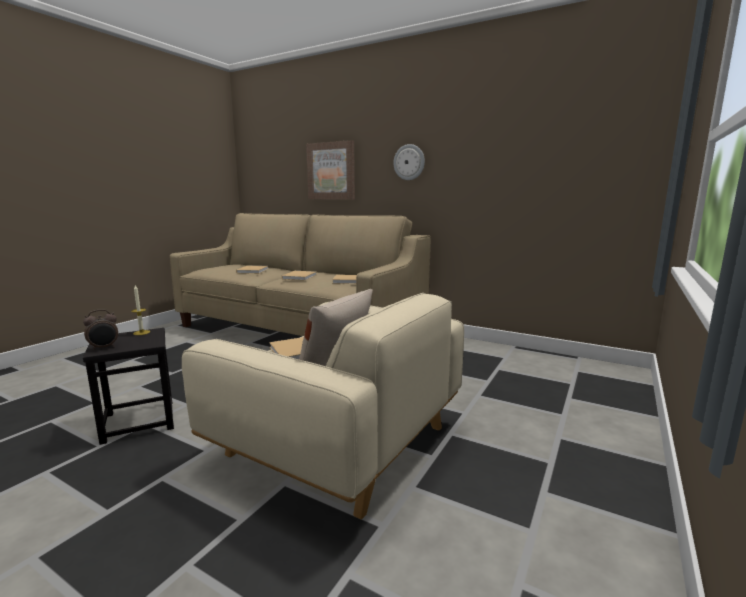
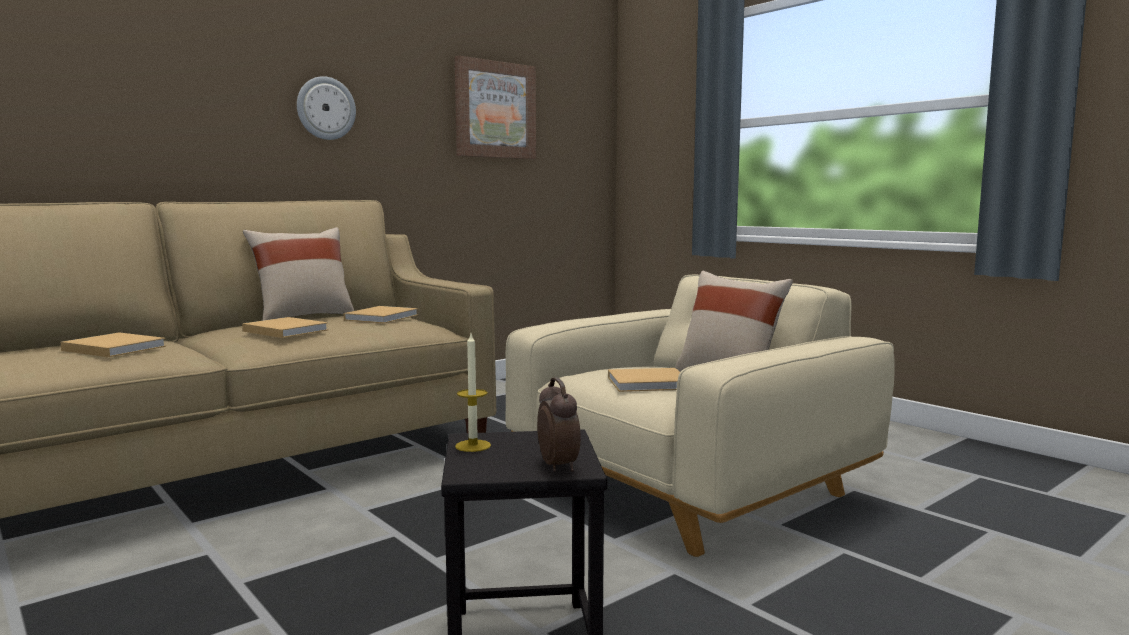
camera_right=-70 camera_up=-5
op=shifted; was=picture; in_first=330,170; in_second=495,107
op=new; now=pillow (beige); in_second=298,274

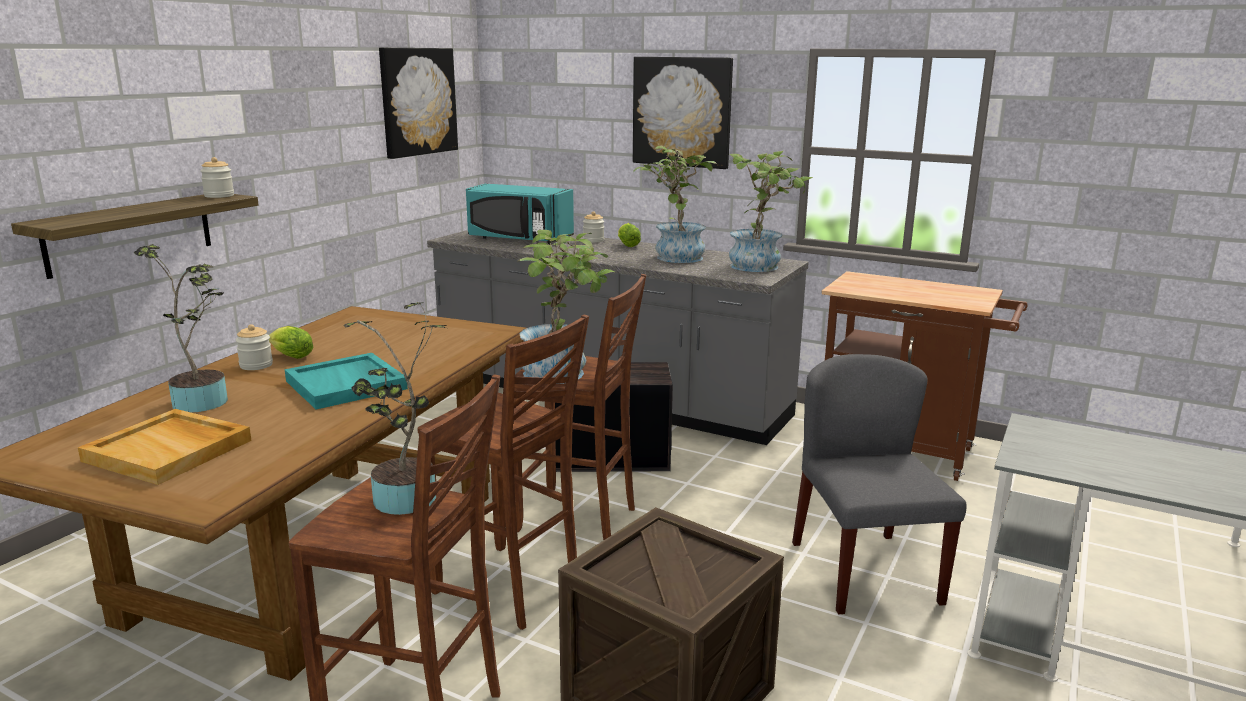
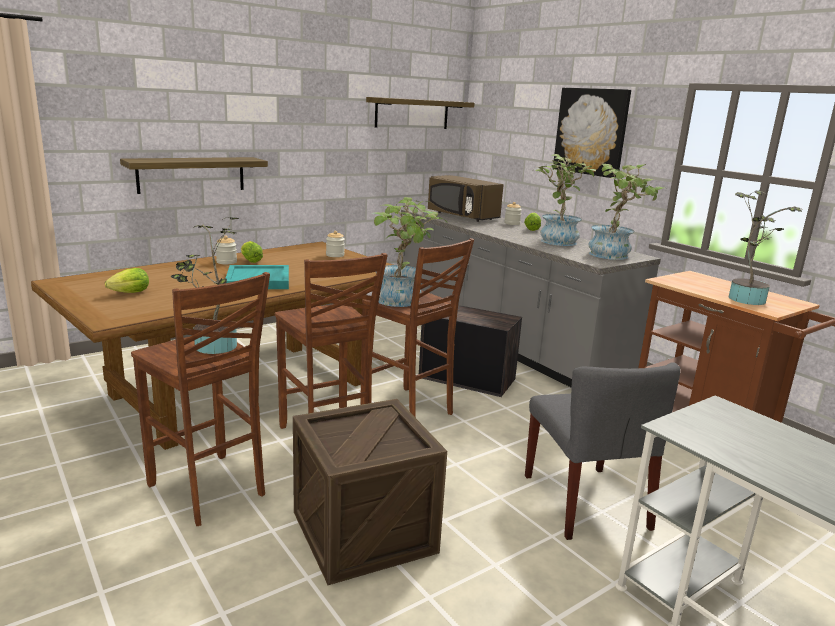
camera_right=25 camera_up=0
op=swapped; was=tray (beige); now=lettuce; in_first=165,447; in_second=127,280
op=shifted; was=potted plant; in_first=181,328; in_second=765,247
op=shifted; was=jar; in_first=217,177; in_second=335,244
op=swapped; was=picture; now=shelf; in_first=418,103; in_second=420,113
op=repainted; was=microwave (turquoise); now=microwave (brown); in_first=520,214; in_second=466,198
op=rotated; was=chair (grey); in_first=879,484; in_second=603,451; clockwise=150

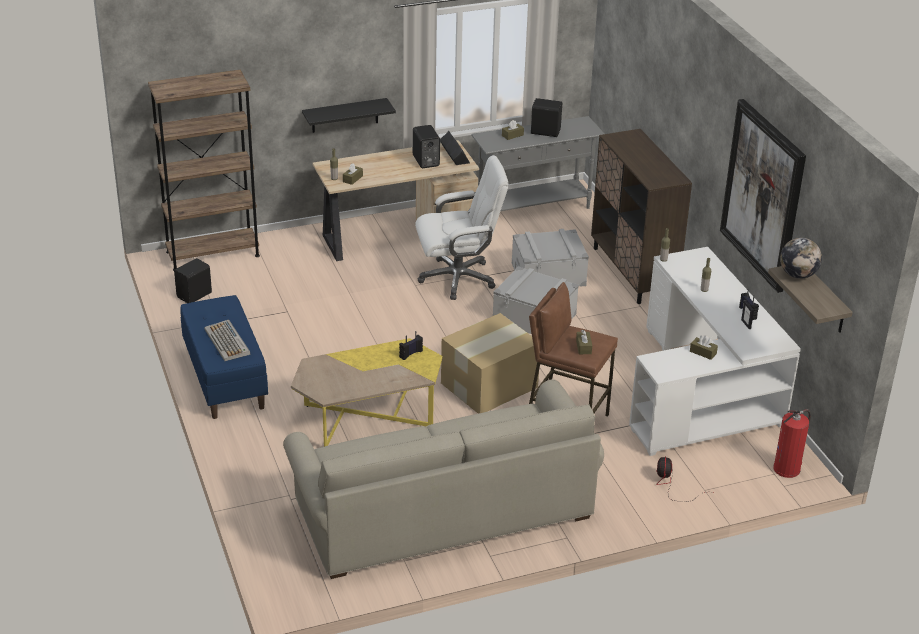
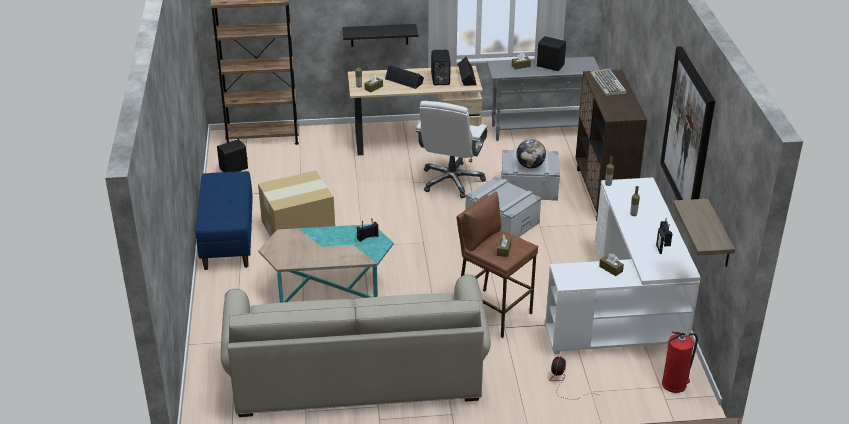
camera_right=15 camera_up=0
op=shifted; was=keyboard; in_first=227,340; in_second=608,82
op=repainted; was=coffee table (yellow); now=coffee table (turquoise); in_first=367,392; in_second=326,263
op=rotated; was=office chair (white); in_first=462,227; in_second=451,149; clockwise=105
op=shifted; was=cardboard box; in_first=490,363; in_second=296,203
op=shifted; was=globe; in_first=801,258; in_second=531,154
op=new; now=speaker (black); in_second=404,76

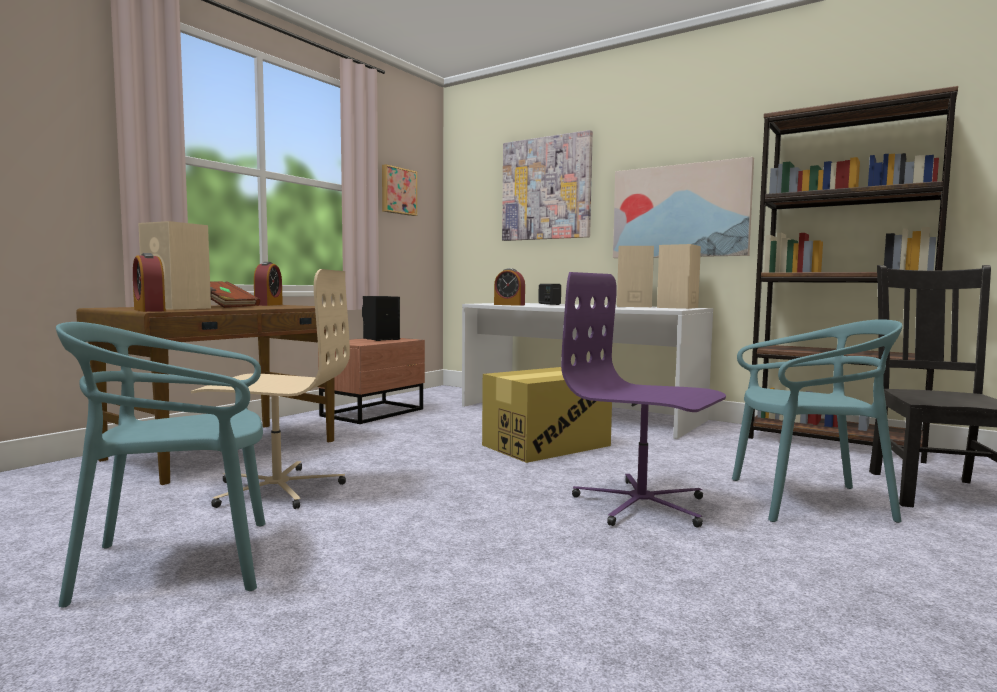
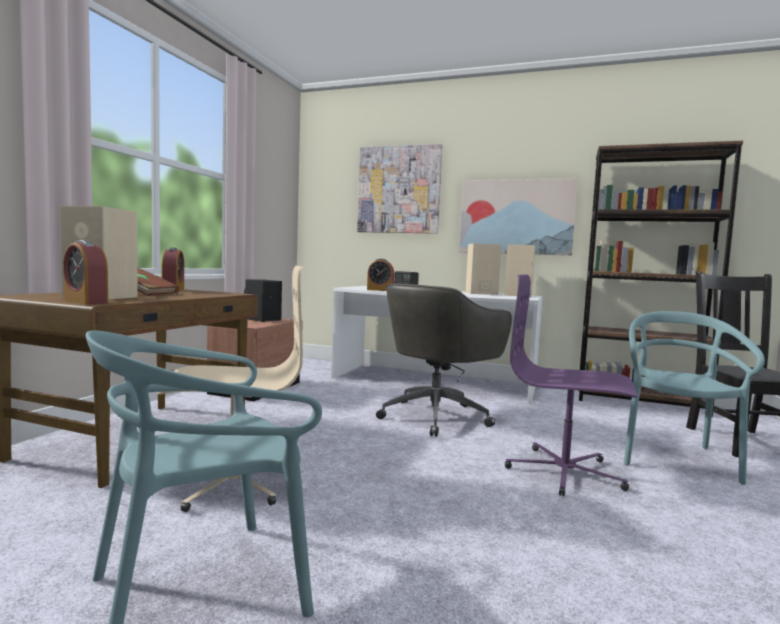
camera_right=-15 camera_up=0
op=gone; was=picture; in_first=399,190
op=swapped; was=cardboard box; now=office chair (grey); in_first=547,415; in_second=444,360
op=rotated; was=chair (turquoise); in_first=817,421; in_second=694,398; clockwise=-60

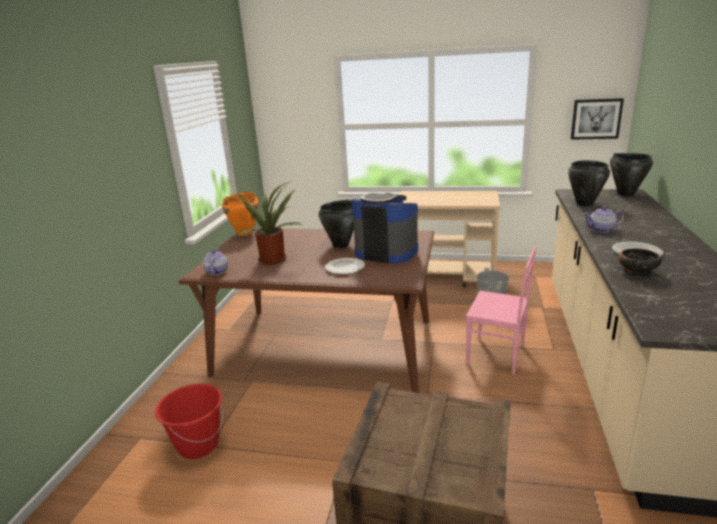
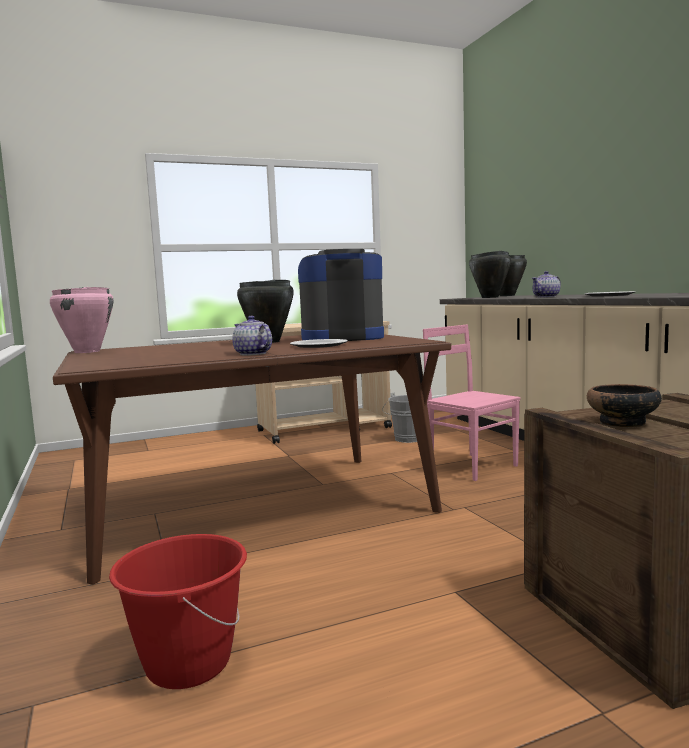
camera_right=-35 camera_up=-15
op=shifted; was=teapot; in_first=215,262; in_second=252,335
op=repainted; was=cooking pot (orange); now=cooking pot (pink); in_first=240,214; in_second=82,320
op=gone; was=potted plant; in_first=263,223
op=rotated; was=chair (pink); in_first=501,310; in_second=472,402; clockwise=-120
op=gone; was=picture; in_first=597,119
op=shifted; was=bowl; in_first=640,262; in_second=624,405

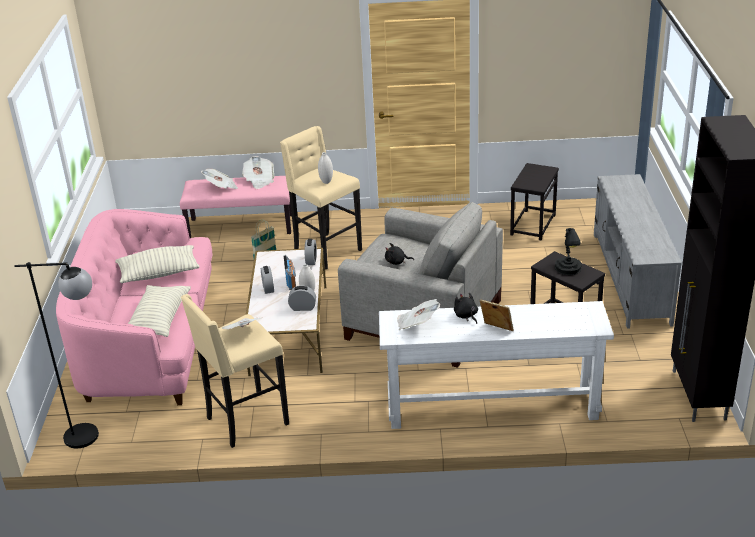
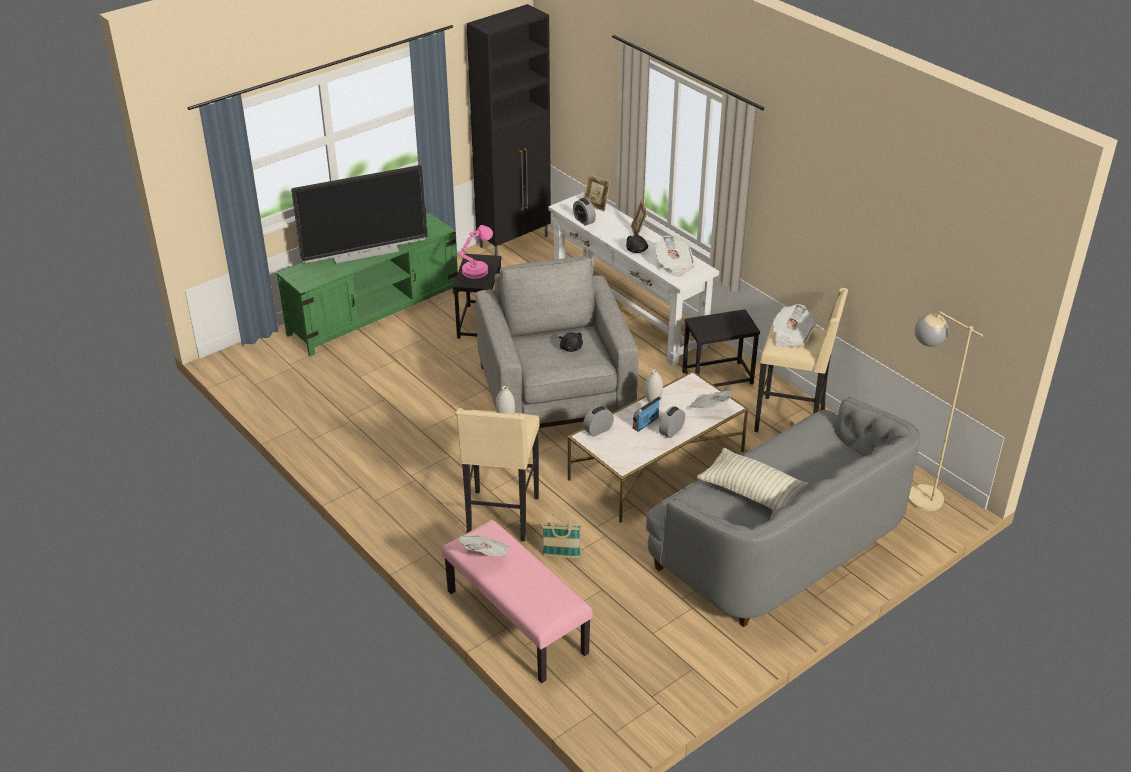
camera_right=-130 camera_up=5
op=repainted; was=floor lamp (black); now=floor lamp (beige); in_first=56,355; in_second=945,411
op=repainted; was=sofa (pink); now=sofa (grey); in_first=134,307; in_second=783,512
op=gone; was=pillow; in_first=159,311
op=shifted; was=newspaper; in_first=219,179; in_second=711,399
op=shifted; was=alarm clock; in_first=302,298; in_second=584,212
op=shifted; was=side table (black); in_first=534,201; in_second=721,348
op=repainted; was=table lamp (black); now=table lamp (pink); in_first=568,251; in_second=476,252
op=repainted; was=tv stand (grey); now=tv stand (green); in_first=638,251; in_second=367,285
op=new; now=television; in_second=359,214
op=new; now=picture frame; in_second=597,193

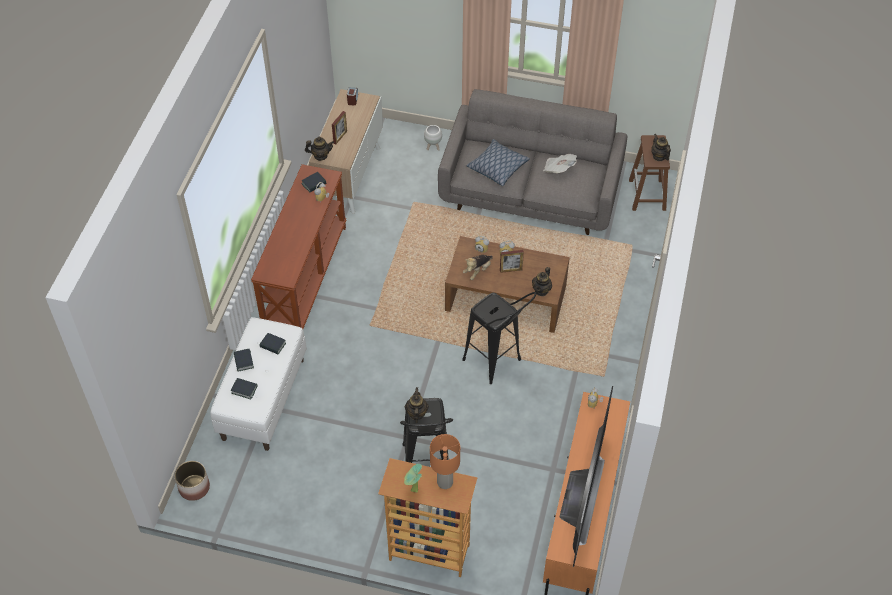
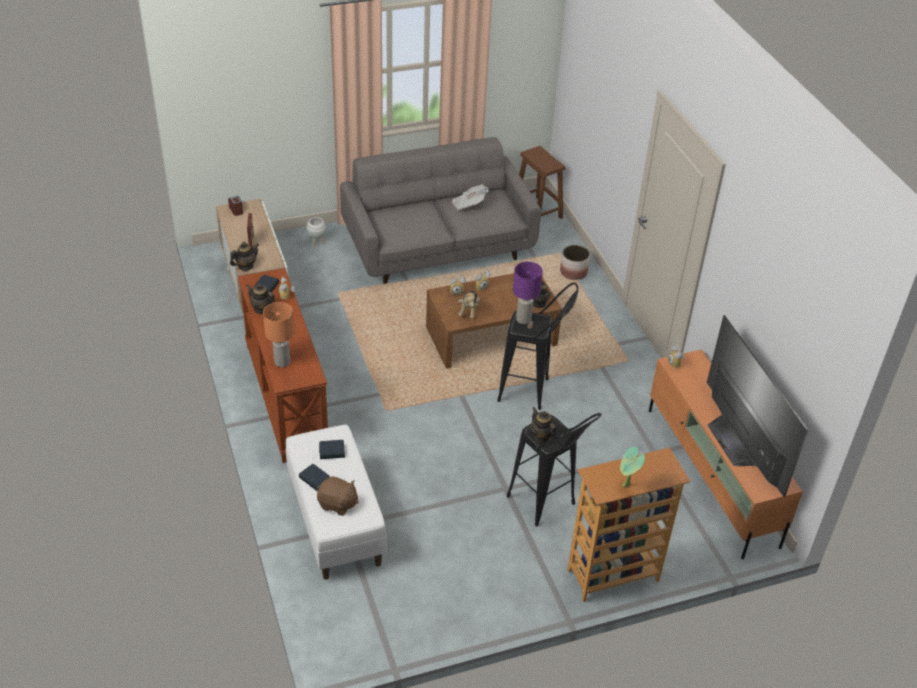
camera_right=-35 camera_up=-10
op=shifted; was=planter; in_first=192,481; in_second=575,262
op=swapped; was=book; now=plush toy (brown); in_first=244,389; in_second=338,496
op=shifted; was=table lamp (orange); in_first=445,461; in_second=279,334
op=gone; was=pillow; in_first=498,162
op=gone; was=picture frame; in_first=512,261
op=shifted; was=teapot; in_first=661,147; in_second=261,299
op=new; now=table lamp (purple); in_second=528,293

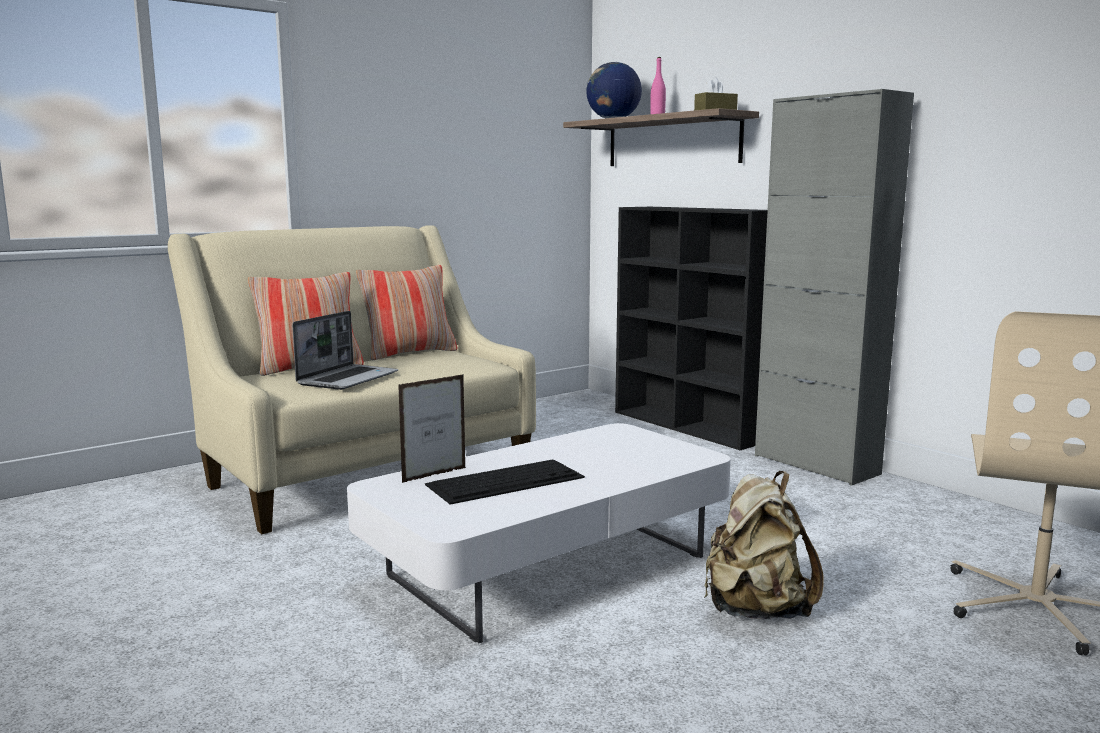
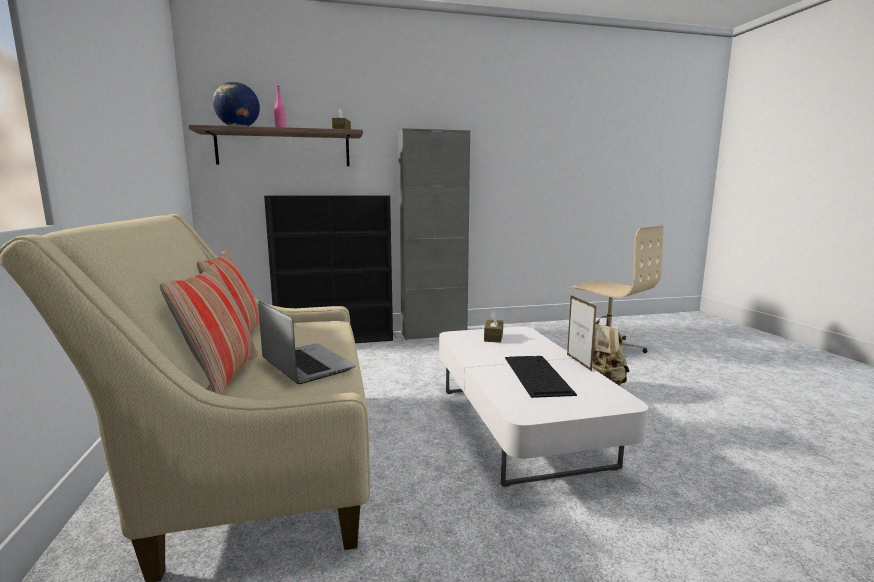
camera_right=-65 camera_up=0
op=shifted; was=picture frame; in_first=432,428; in_second=581,333
op=new; now=tissue box (brown); in_second=493,327

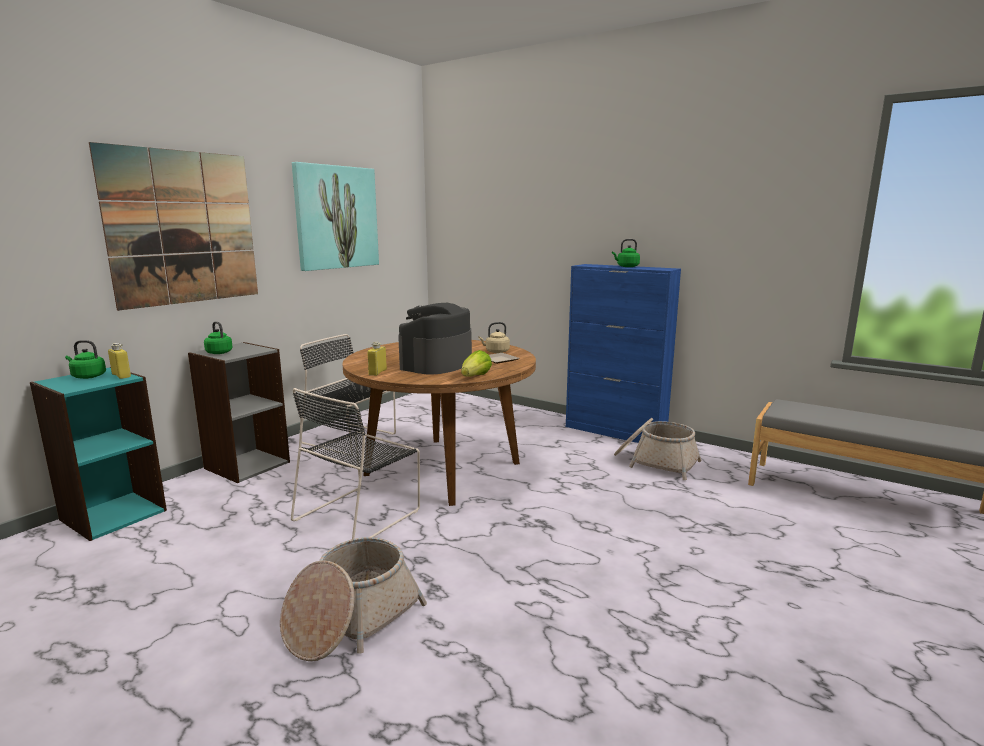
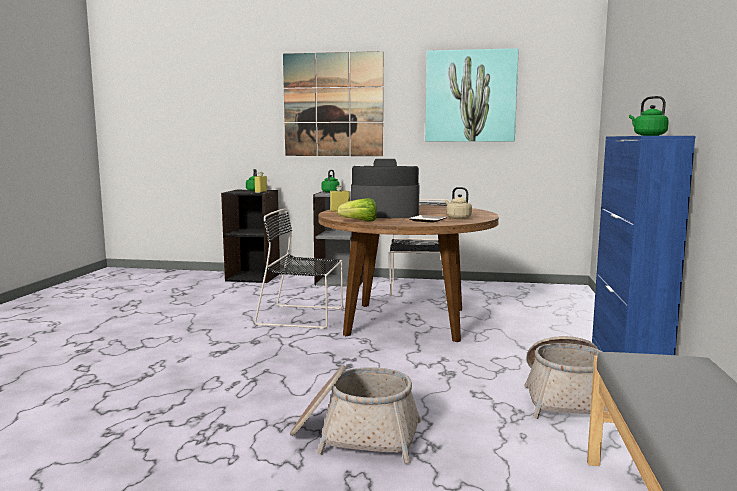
camera_right=65 camera_up=-5
op=repainted; was=bookcase (turquoise); now=bookcase (black); in_first=98,454; in_second=250,236
op=shifted; was=basket; in_first=353,599; in_second=355,414

